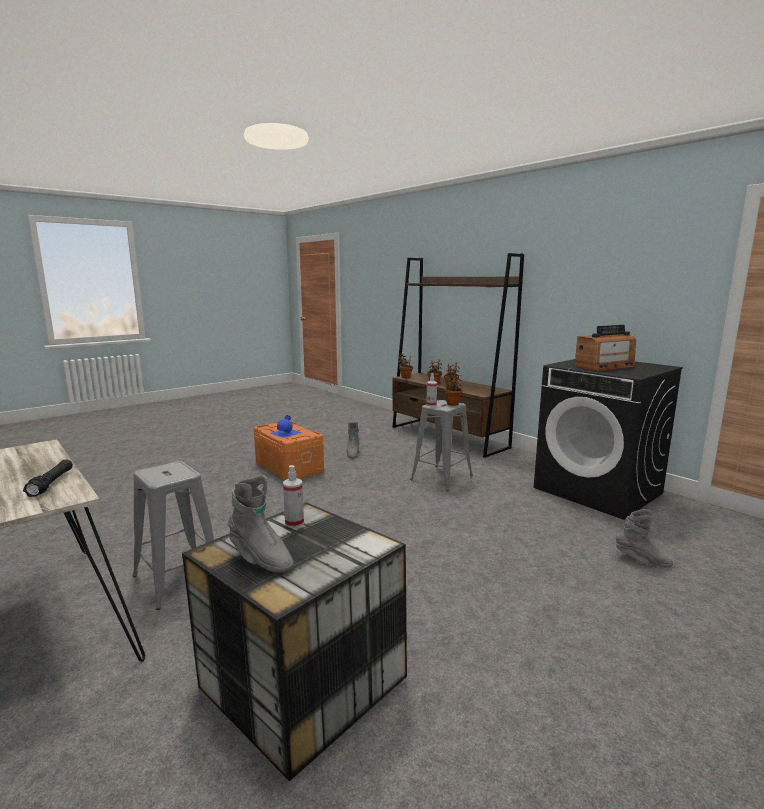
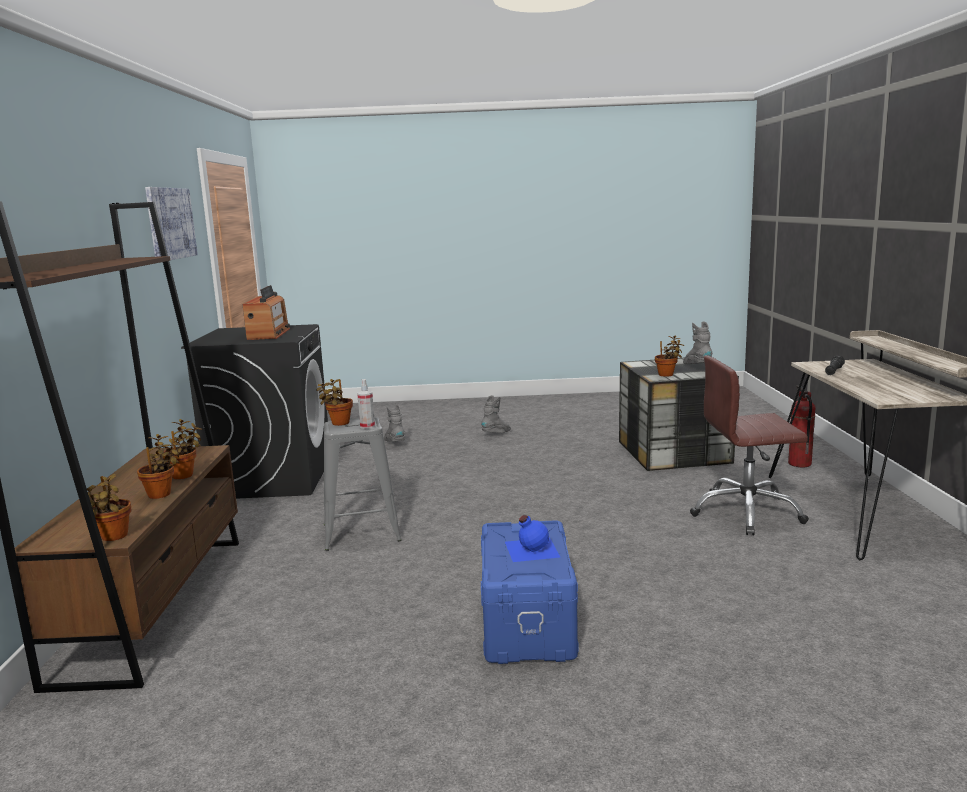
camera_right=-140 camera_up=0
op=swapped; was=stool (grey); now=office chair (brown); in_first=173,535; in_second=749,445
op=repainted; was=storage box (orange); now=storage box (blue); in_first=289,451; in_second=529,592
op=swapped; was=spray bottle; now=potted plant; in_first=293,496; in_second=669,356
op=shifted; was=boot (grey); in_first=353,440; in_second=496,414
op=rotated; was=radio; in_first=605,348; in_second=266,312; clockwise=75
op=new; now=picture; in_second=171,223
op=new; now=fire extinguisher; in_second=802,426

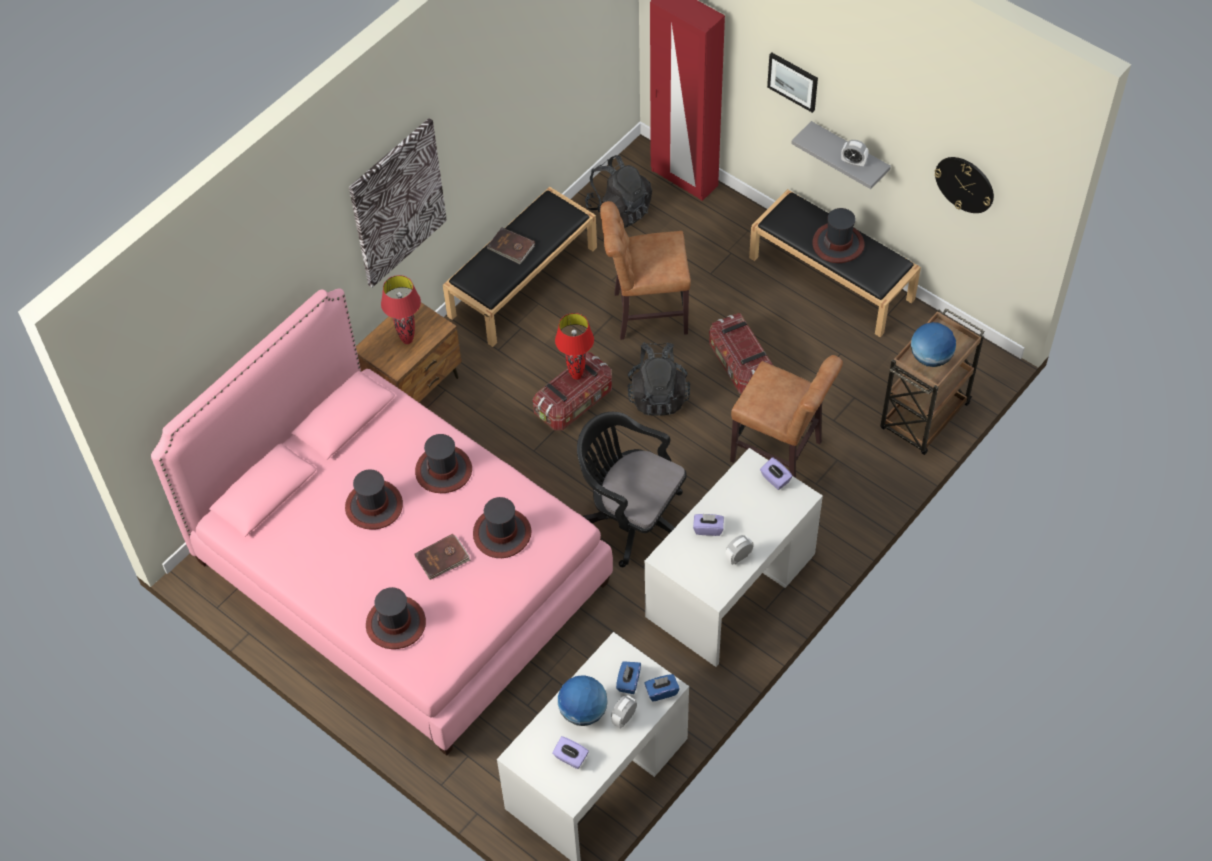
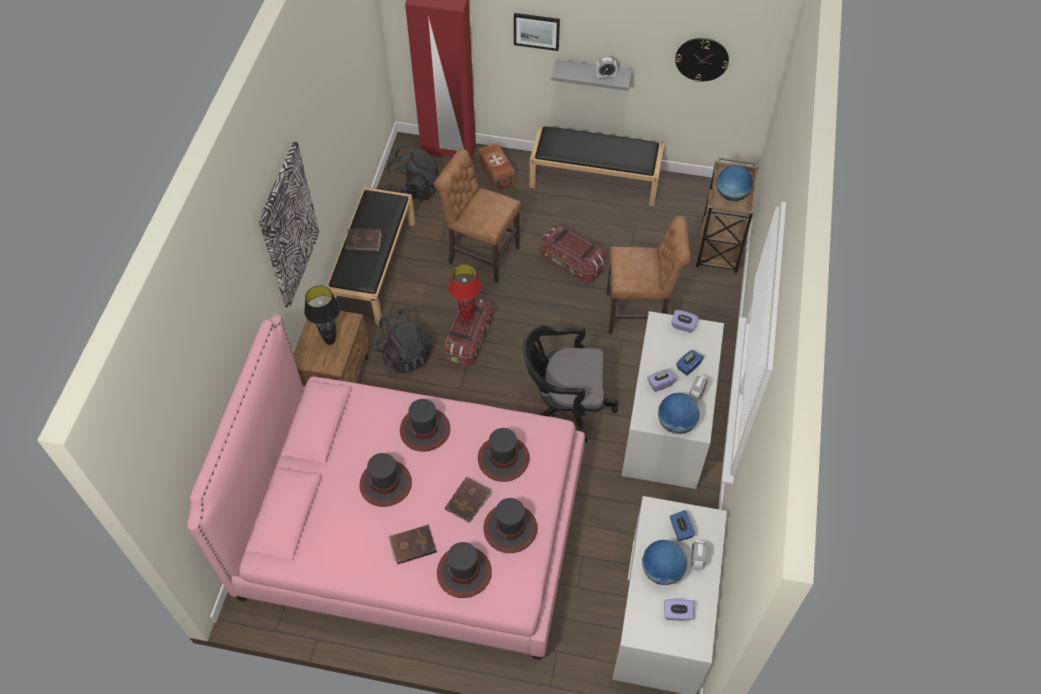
camera_right=-30 camera_up=0
op=repainted; was=table lamp (red); now=table lamp (black); in_first=401,309; in_second=322,315
op=rotated; was=chair (brown); in_first=645,270; in_second=477,216; clockwise=60
op=shifted; was=backpack (black); in_first=659,379; in_second=404,341
op=shifted; was=tissue box (blue); in_first=662,688; in_second=690,363
op=shifted; was=hat; in_first=838,235; in_second=510,525
op=new; now=book (brown); in_second=412,545
op=new; now=storage box (brown); in_second=496,167
op=new; now=globe; in_second=679,413

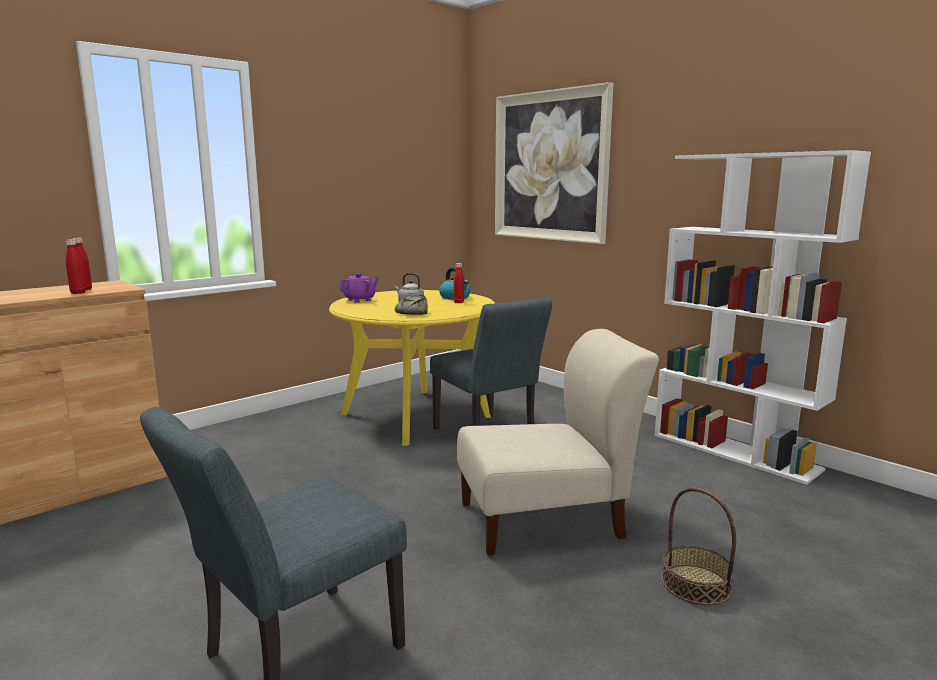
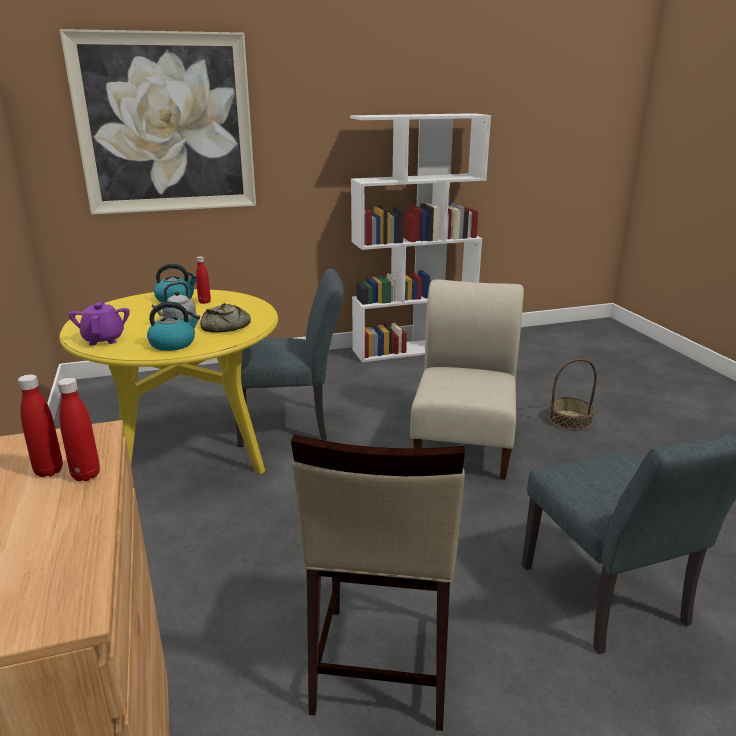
camera_right=-65 camera_up=10
op=new; now=kettle; in_second=173,326
op=new; now=stool (beige); in_second=378,582

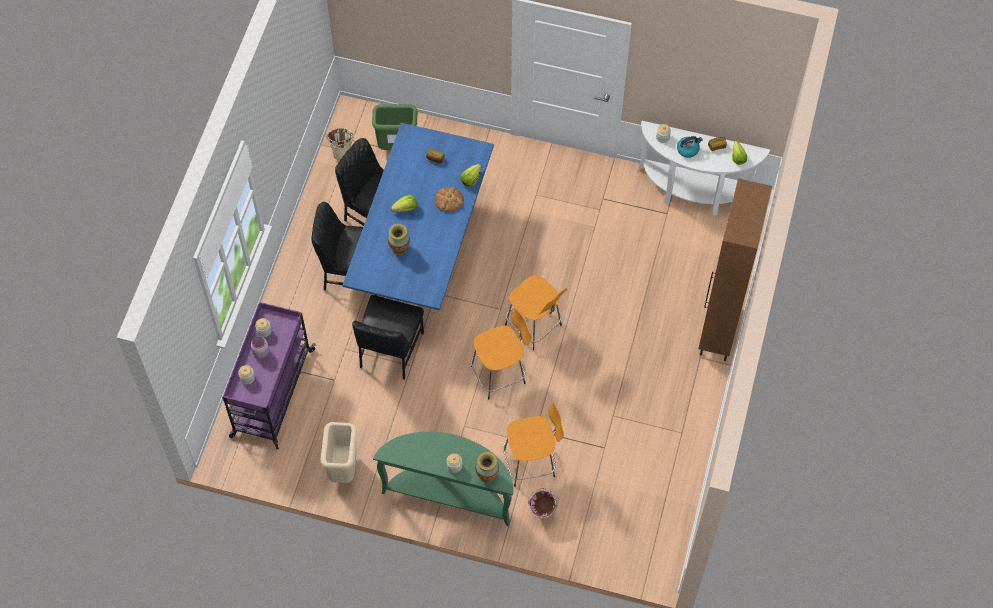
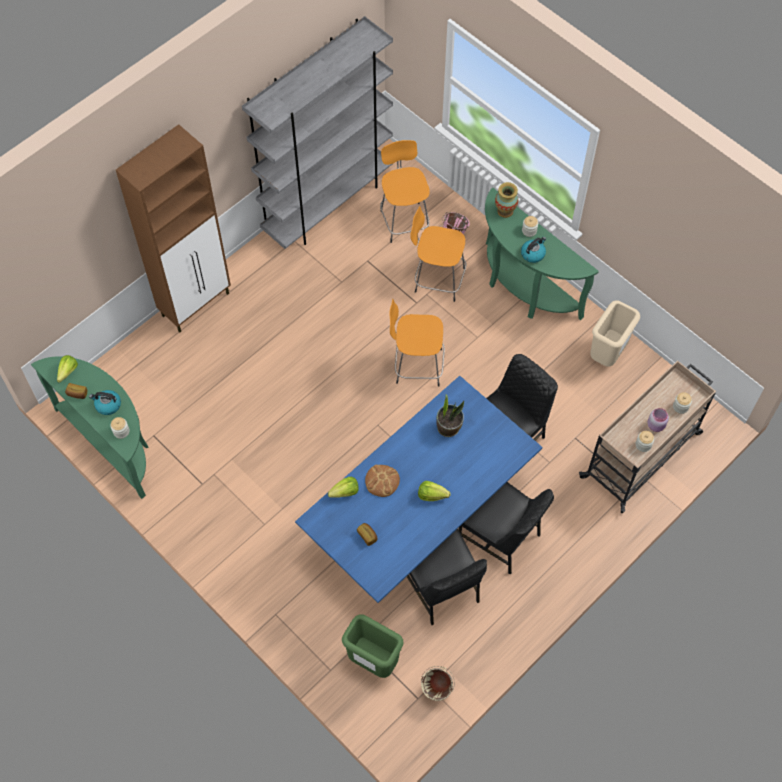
camera_right=-150 camera_up=0
op=repainted; was=cart (purple); now=cart (beige); in_first=269,375; in_second=647,436
op=gone; was=vase; in_first=399,239
op=shifted; was=stool (orange); in_first=536,312; in_second=405,191
op=repainted; was=console table (white); now=console table (green); in_first=704,168; in_second=90,427
op=new; now=bookcase (grey); in_second=317,132
op=new; now=potted plant; in_second=450,416
op=new; now=kettle; in_second=533,250

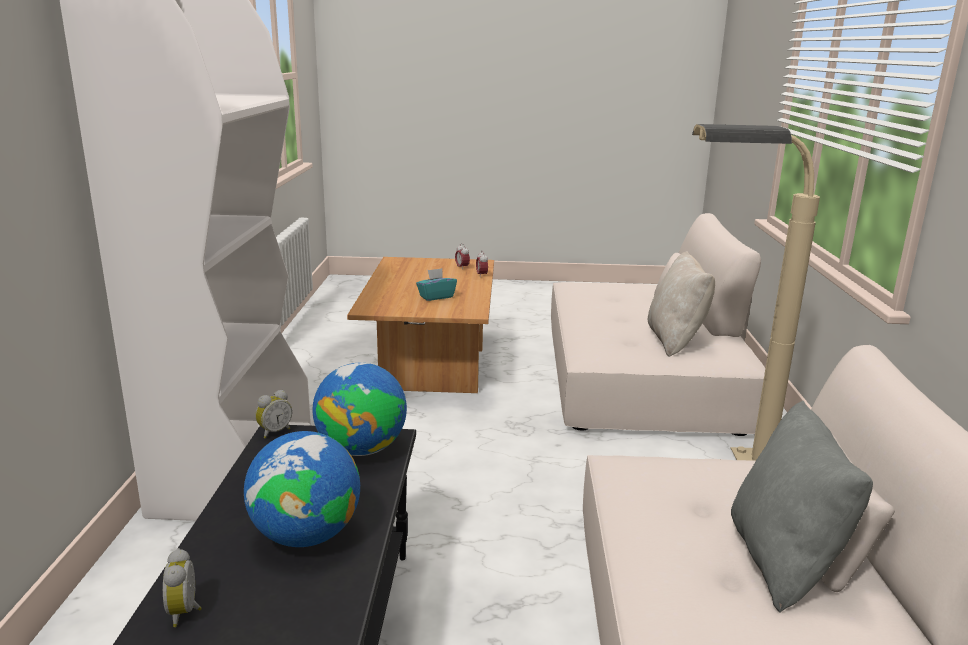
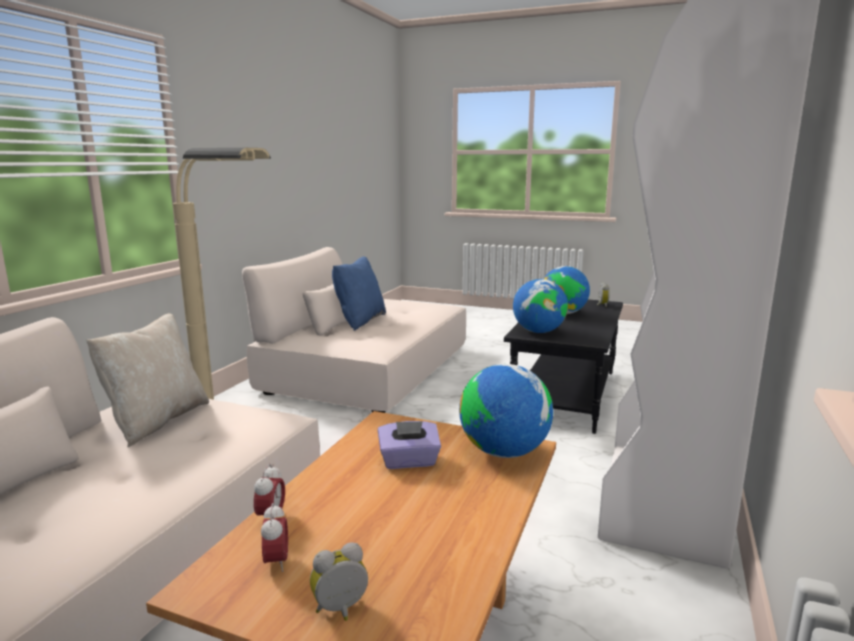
camera_right=-160 camera_up=-5
op=shifted; was=alarm clock; in_first=273,414; in_second=339,582
op=repainted; was=tissue box (turquoise); now=tissue box (purple); in_first=436,284; in_second=409,445
op=repainted; was=pillow (grey); now=pillow (blue); in_first=802,507; in_second=359,294
op=new; now=globe; in_second=506,411

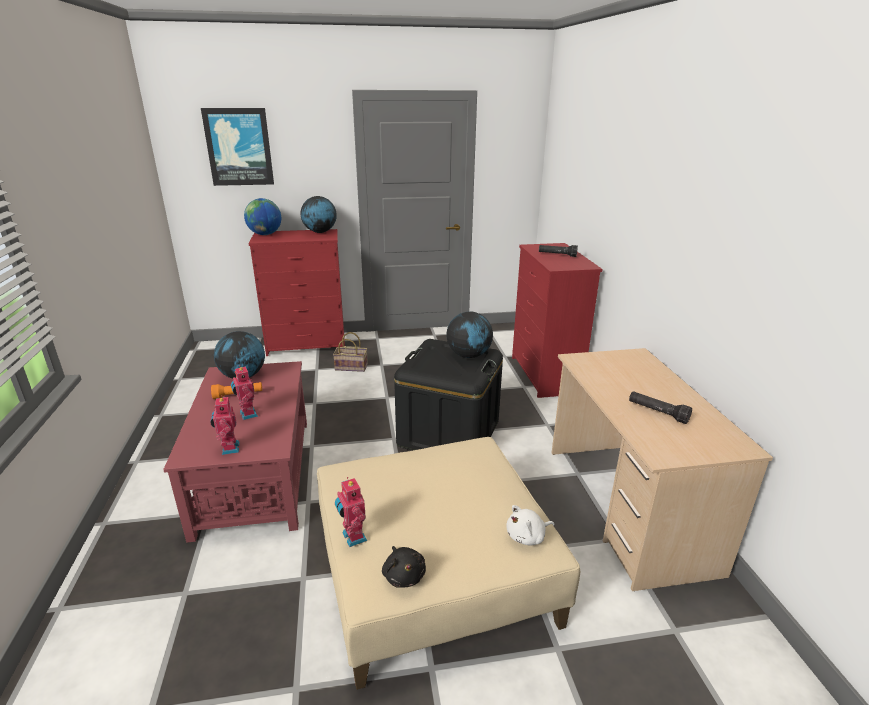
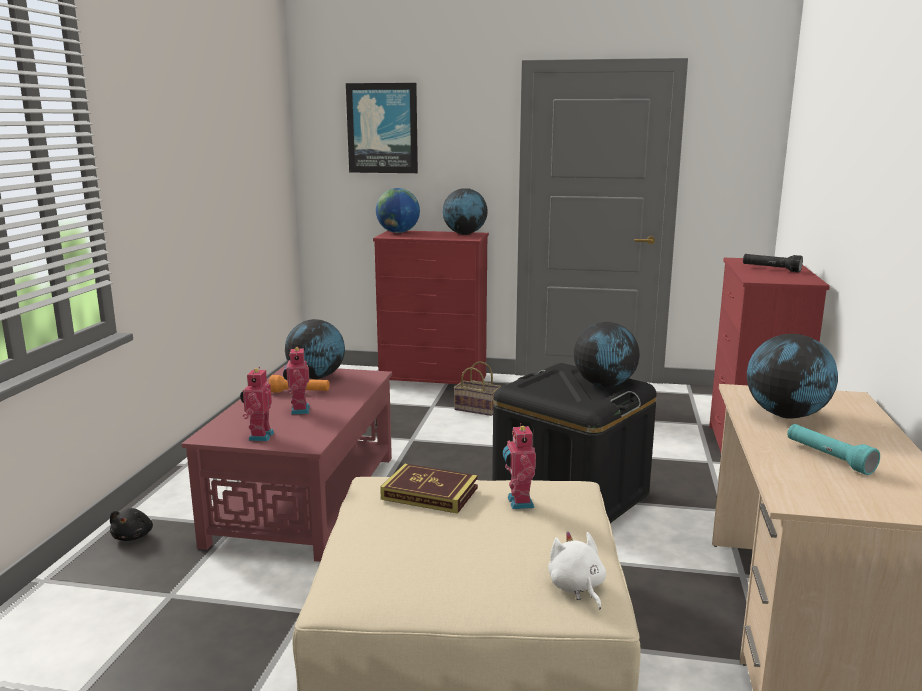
camera_right=20 camera_up=-10
op=shifted; was=toy robot; in_first=351,512; in_second=519,466
op=shifted; was=plush toy (black); in_first=404,567; in_second=131,524
op=rotated; was=plush toy (white); in_first=530,525; in_second=577,571; clockwise=75
op=repainted; was=flashlight (black); now=flashlight (turquoise); in_first=660,407; in_second=833,449
op=new; now=book; in_second=429,489
op=new; now=globe; in_second=792,376

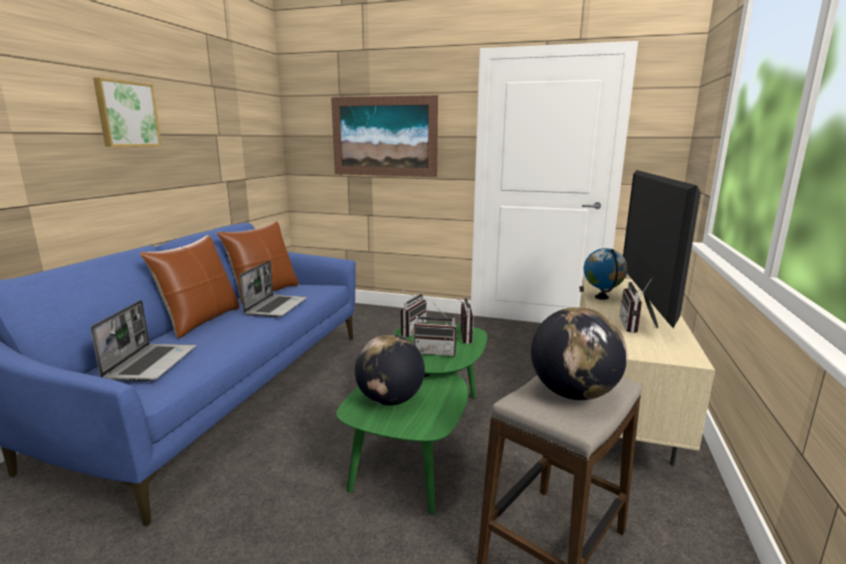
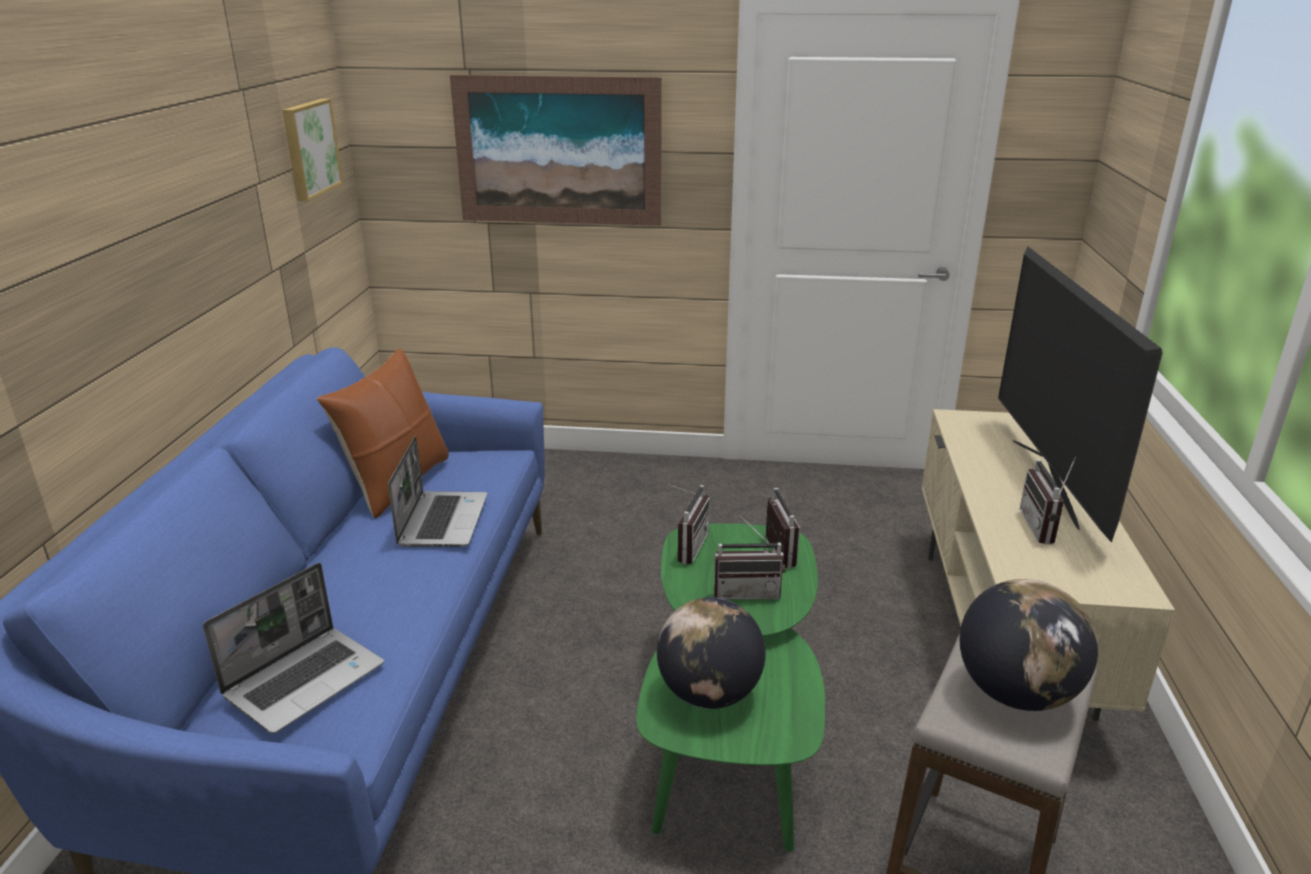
camera_right=-10 camera_up=10
op=rotated; was=laptop; in_first=143,340; in_second=293,648; clockwise=45
op=shifted; was=picture; in_first=127,112; in_second=312,150
op=gone; was=pillow (brown); in_first=189,286
op=gone; was=globe; in_first=606,274

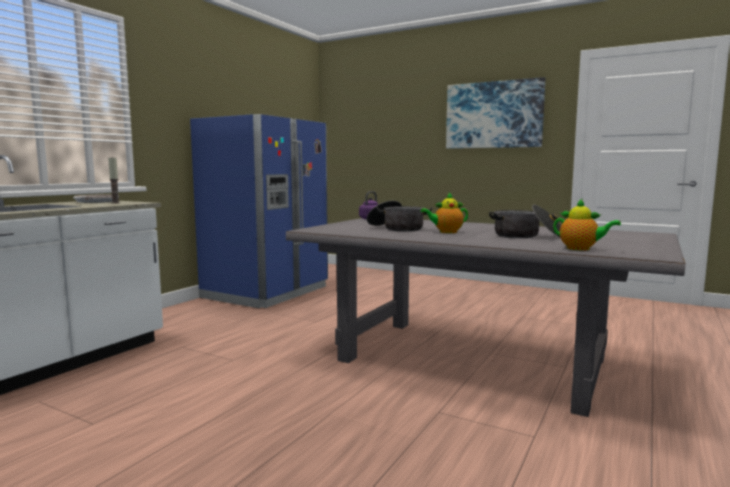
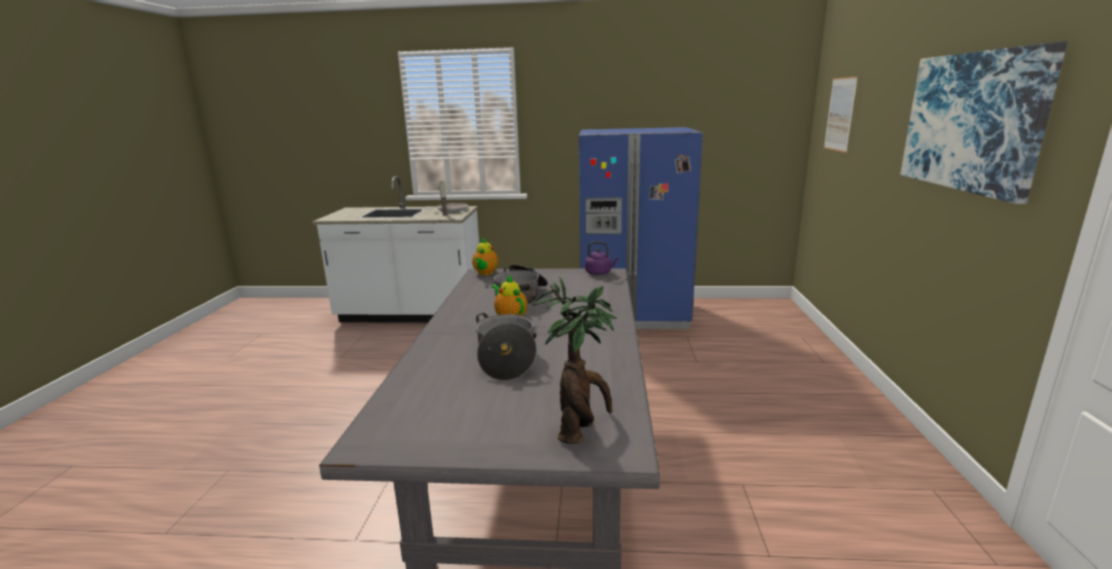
camera_right=65 camera_up=10
op=shifted; was=teapot; in_first=587,224; in_second=485,256
op=new; now=potted plant; in_second=574,360
op=new; now=picture; in_second=841,114

